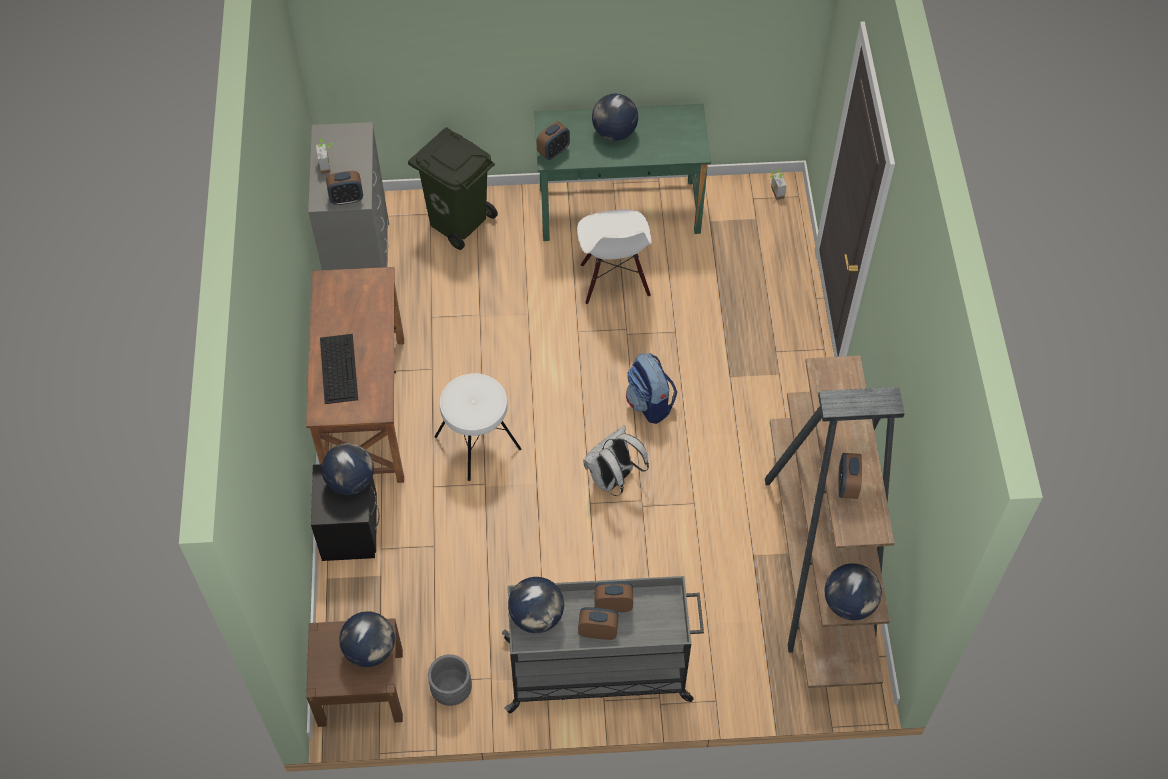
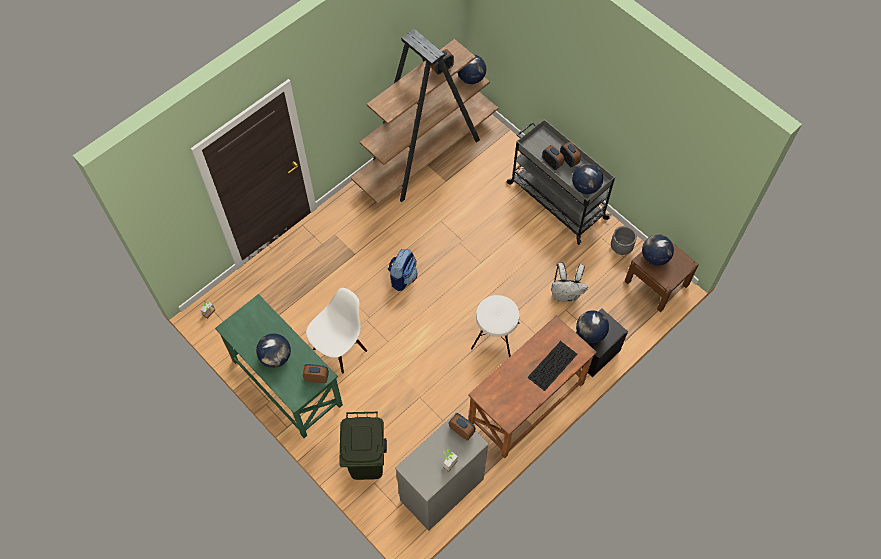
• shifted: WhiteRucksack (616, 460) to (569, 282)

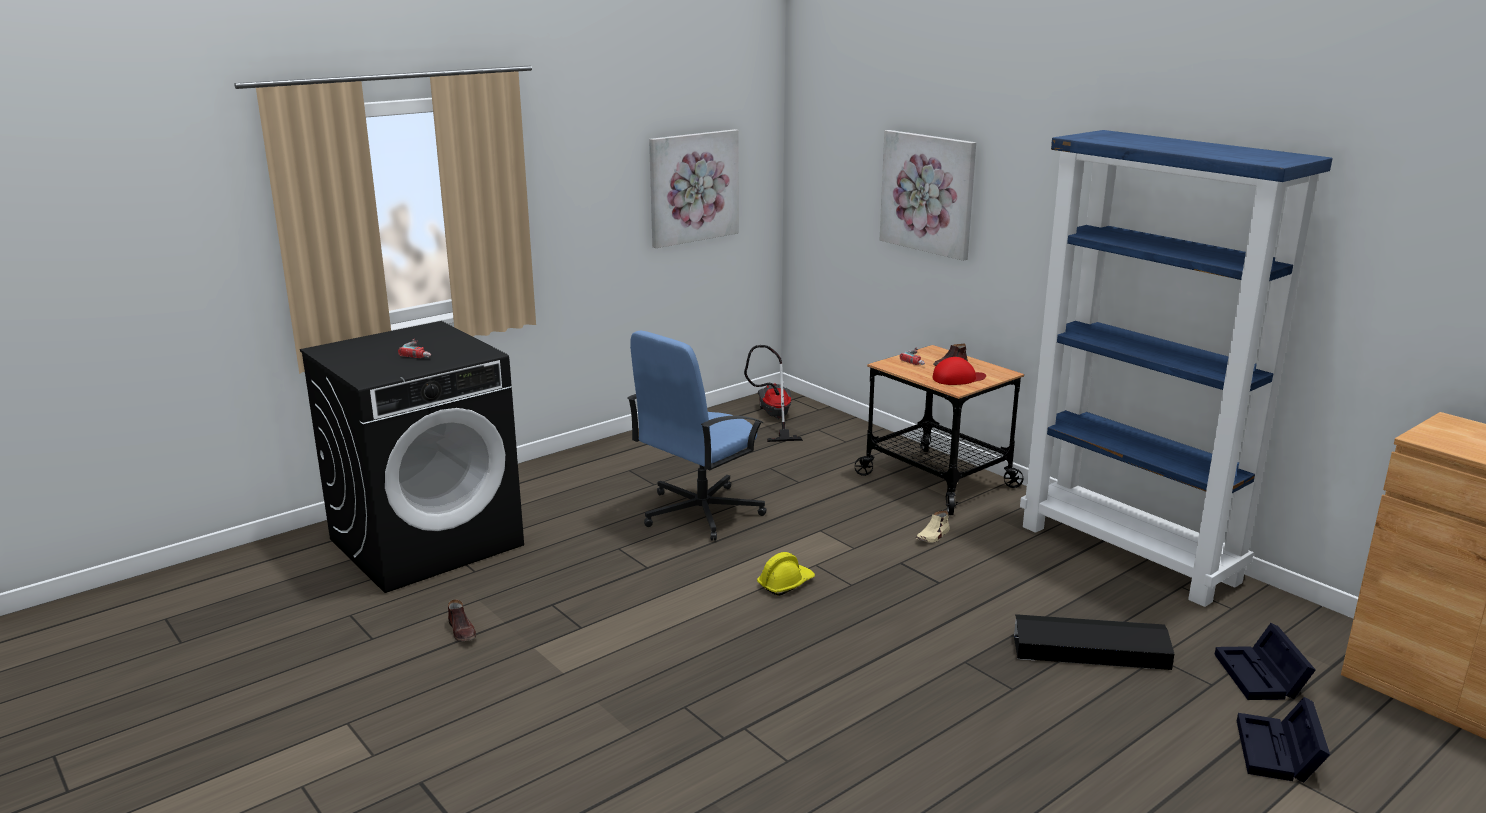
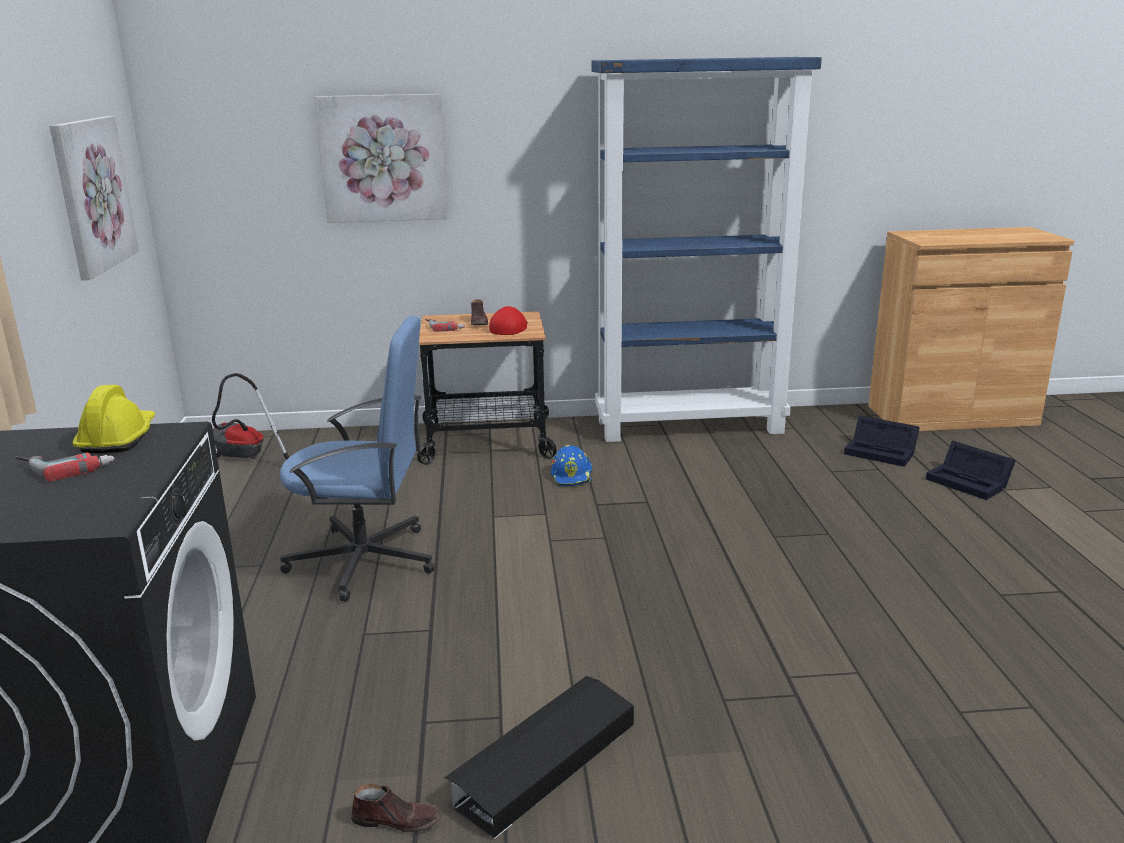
• shifted: YellowColouredHardHat (786, 574) to (114, 419)
• rotated: BluishComputerChair (697, 435) = (357, 459) 75 degrees counterclockwise
• shifted: BlackStorageBin (1094, 642) to (539, 757)
• swapped: BeigeColouredItemOfFootwear (933, 527) to BluishHardHat (572, 465)

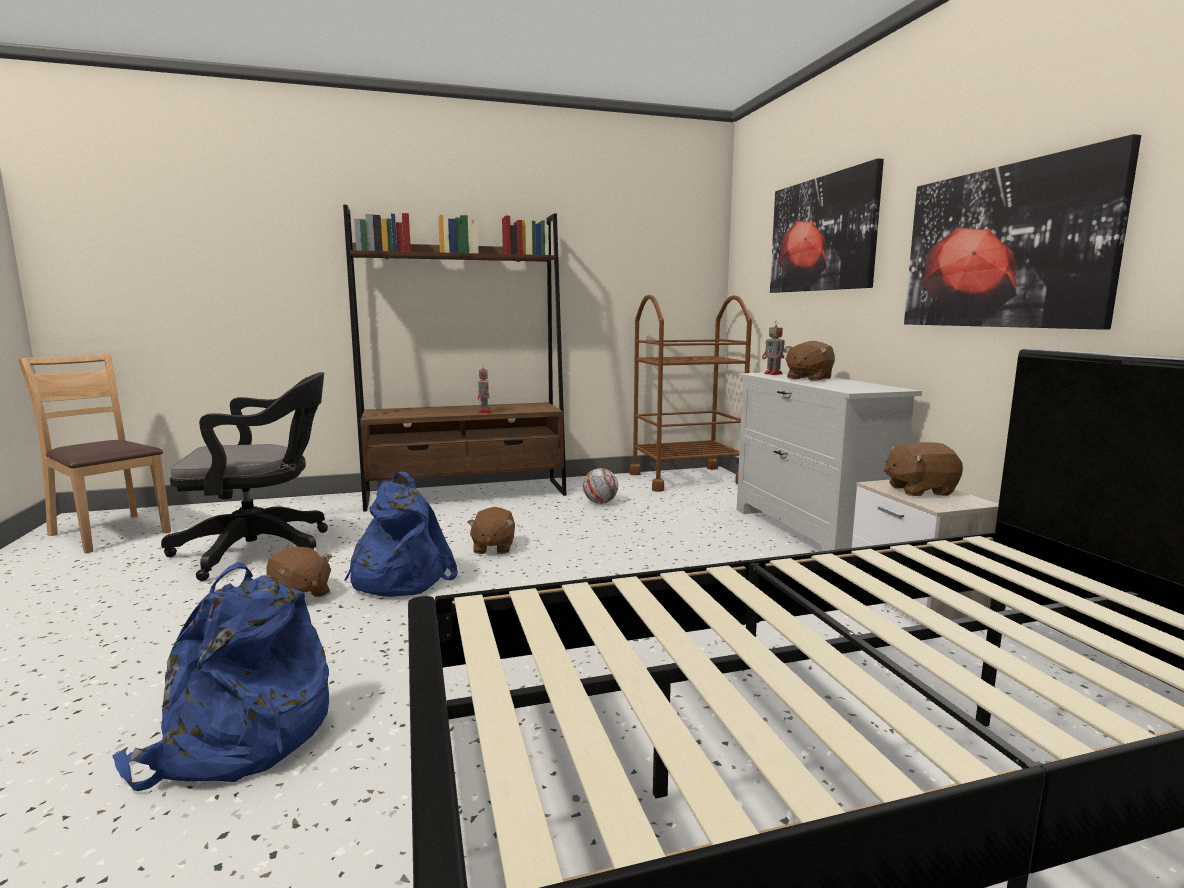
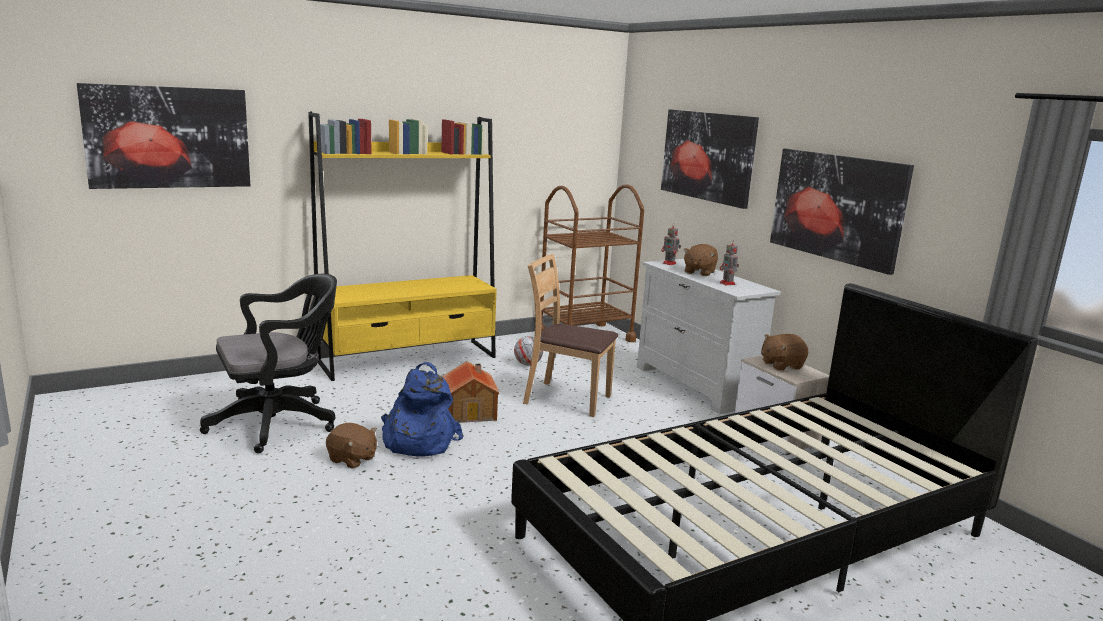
• new: WallArt (163, 136)
• repainted: BrownishBookshelf (455, 358) to YellowColouredBookshelf (402, 246)
• swapped: BrownishCuddlyToy (491, 530) to ToyHouse (470, 392)
• shifted: BrownishUprightChair (94, 453) to (570, 335)
• shifted: ModelRobot (484, 390) to (729, 262)
• gone: BluishRucksack (221, 676)

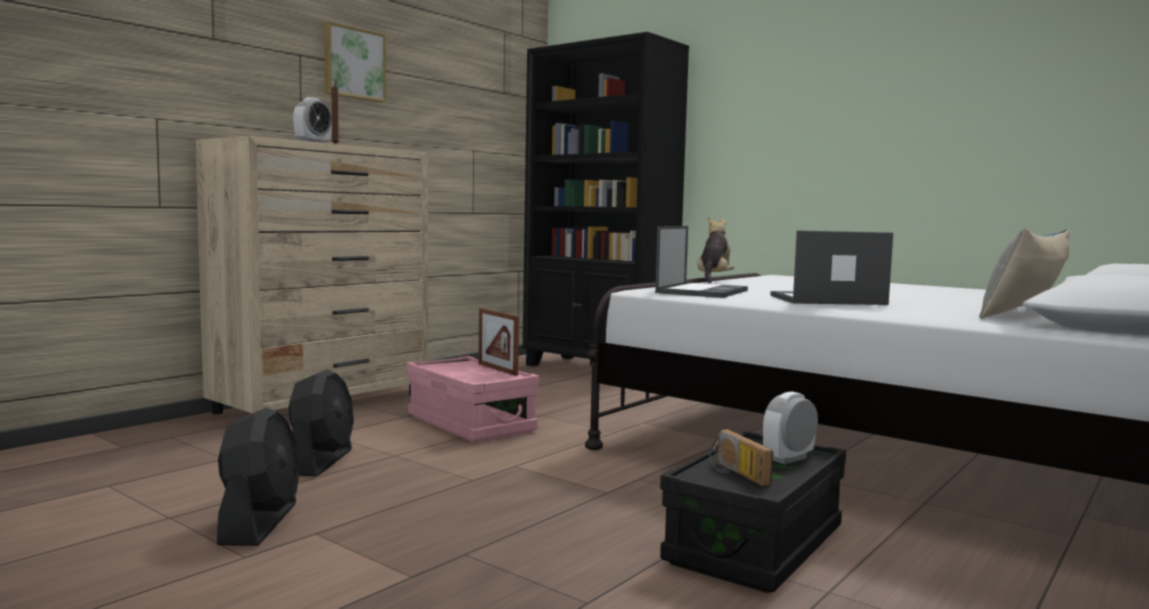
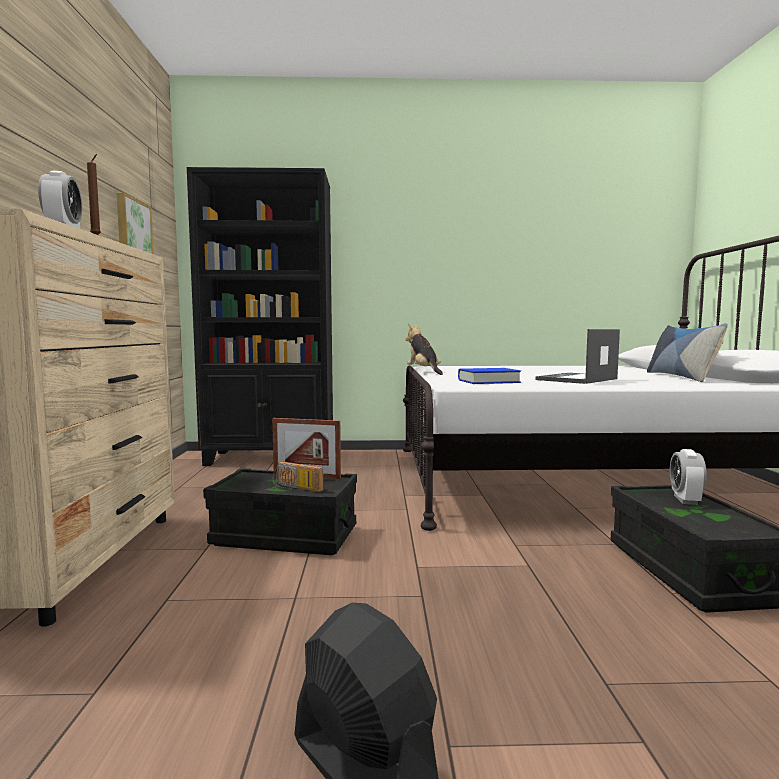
• shifted: WallArt (355, 62) to (135, 223)
• repainted: PinkishStorageBin (473, 399) to BlackStorageBin (280, 511)
• shifted: RadioSet (741, 457) to (298, 477)
• swapped: NotebookComputer (701, 262) to BluishBook (489, 376)
• gone: BlackCoolingFan (321, 423)

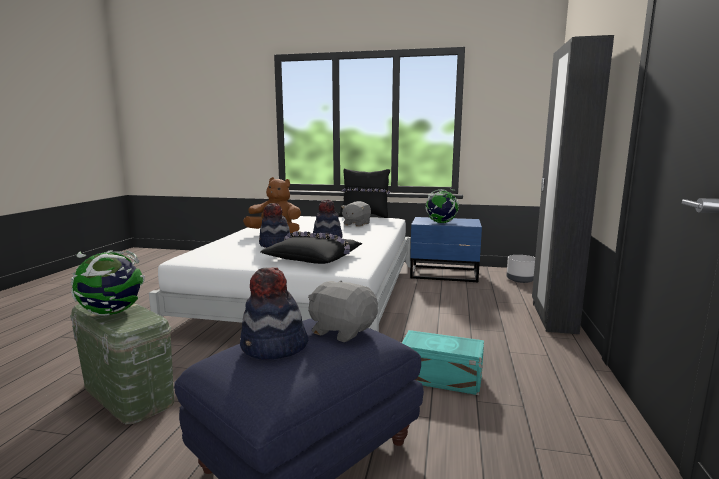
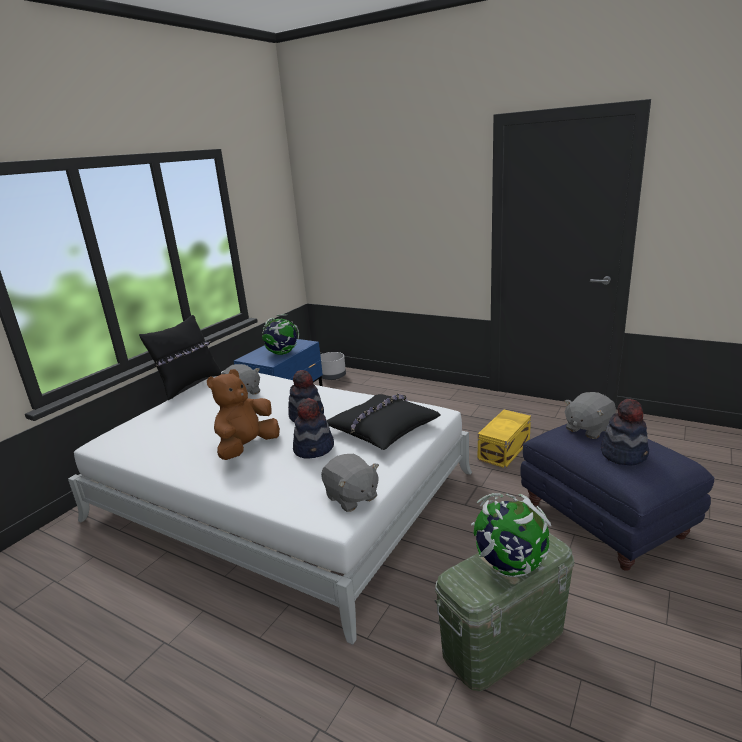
• new: GreyishCuddlyToy (350, 483)
• repainted: TurquoiseStorageBin (443, 362) to YellowColouredStorageBin (504, 439)
• gone: BlackWardrobe (573, 184)

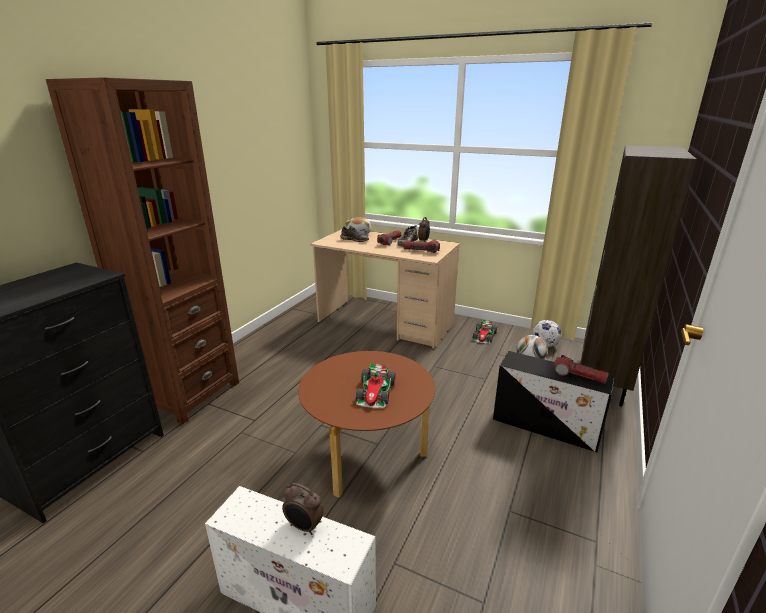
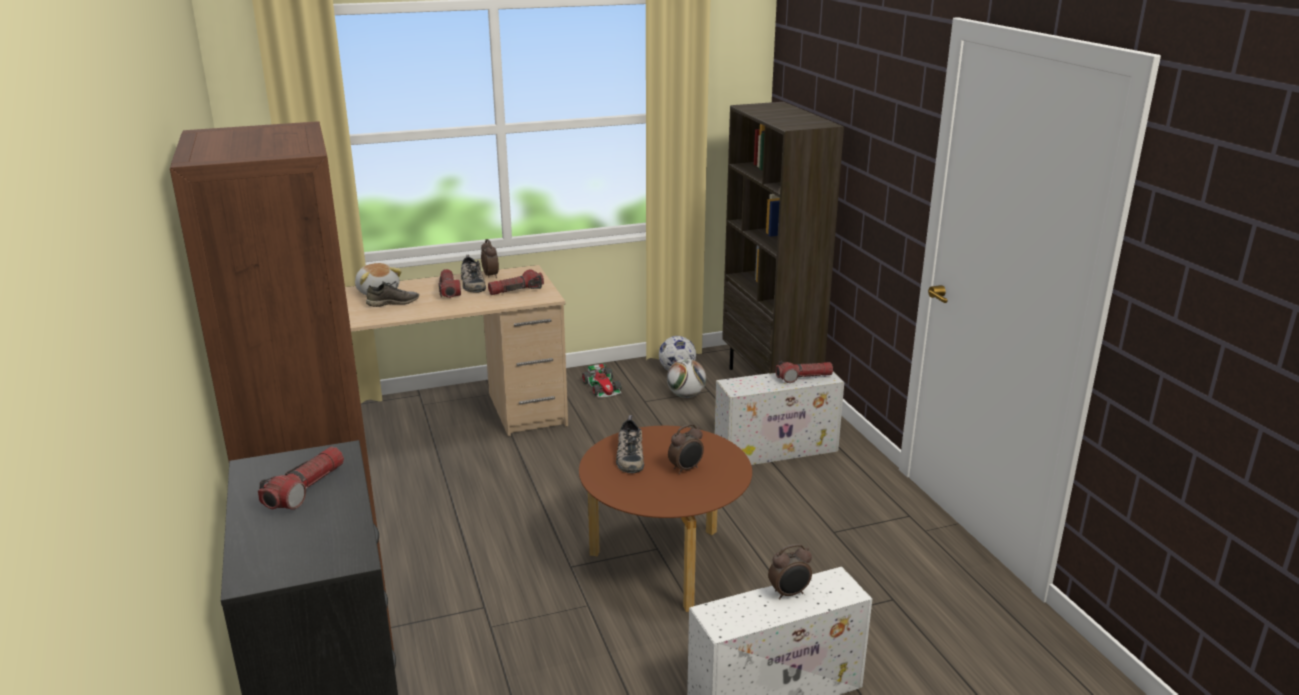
• new: Flashlight (301, 478)
• new: ItemOfFootwear (630, 444)
• swapped: ModelCar (375, 386) to TableClock (686, 449)
• repainted: BlackStorageBin (554, 401) to WhiteStorageBin (779, 418)

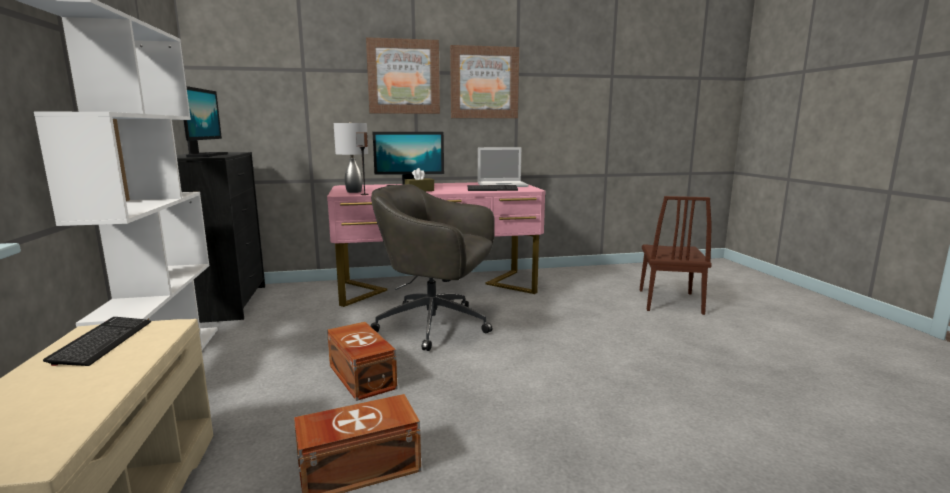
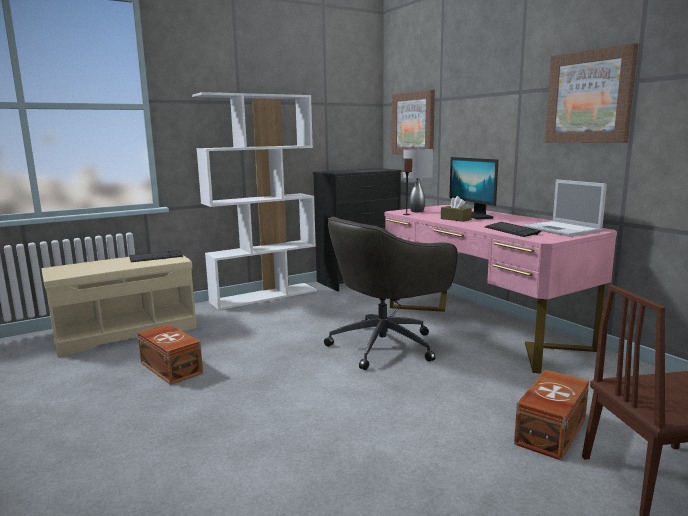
• rotated: GreyishComputerChair (432, 267) = (391, 293) 120 degrees counterclockwise
• shifted: WallArt (403, 75) to (413, 122)
• shifted: BrownishStorageBin (362, 361) to (551, 415)
• gone: ComputerScreen (206, 122)

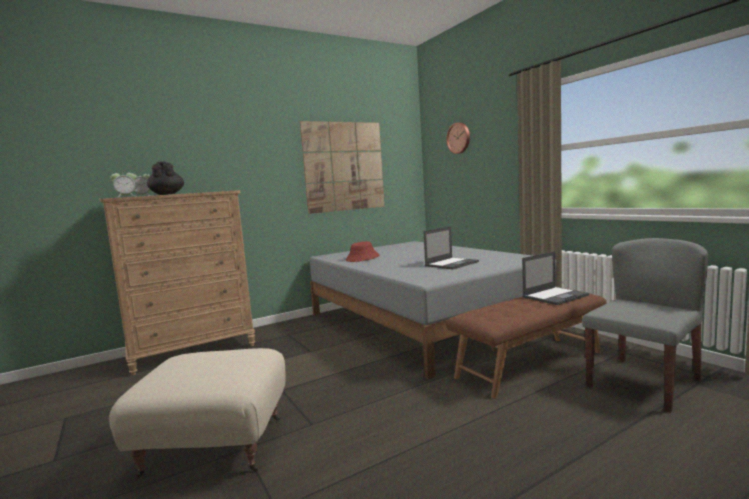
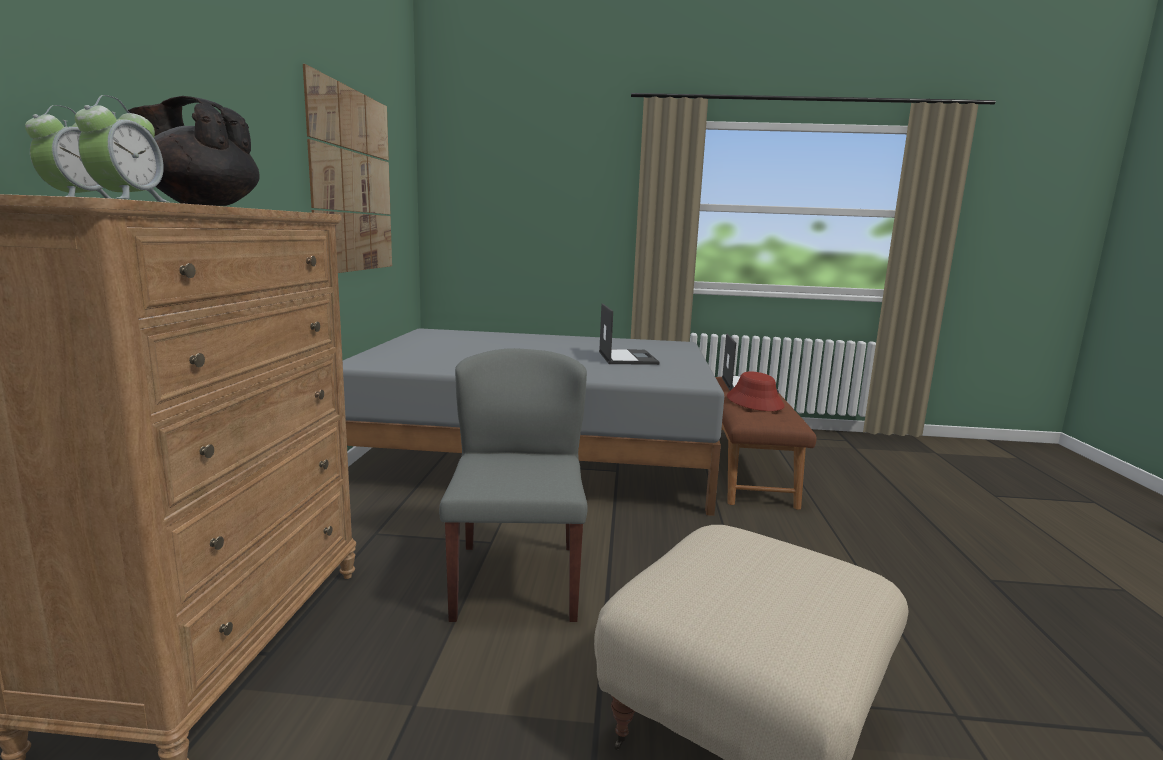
• shifted: GreyishUprightChair (645, 325) to (513, 485)
• shifted: RedHat (362, 251) to (756, 391)
• gone: HangingClock (458, 138)

